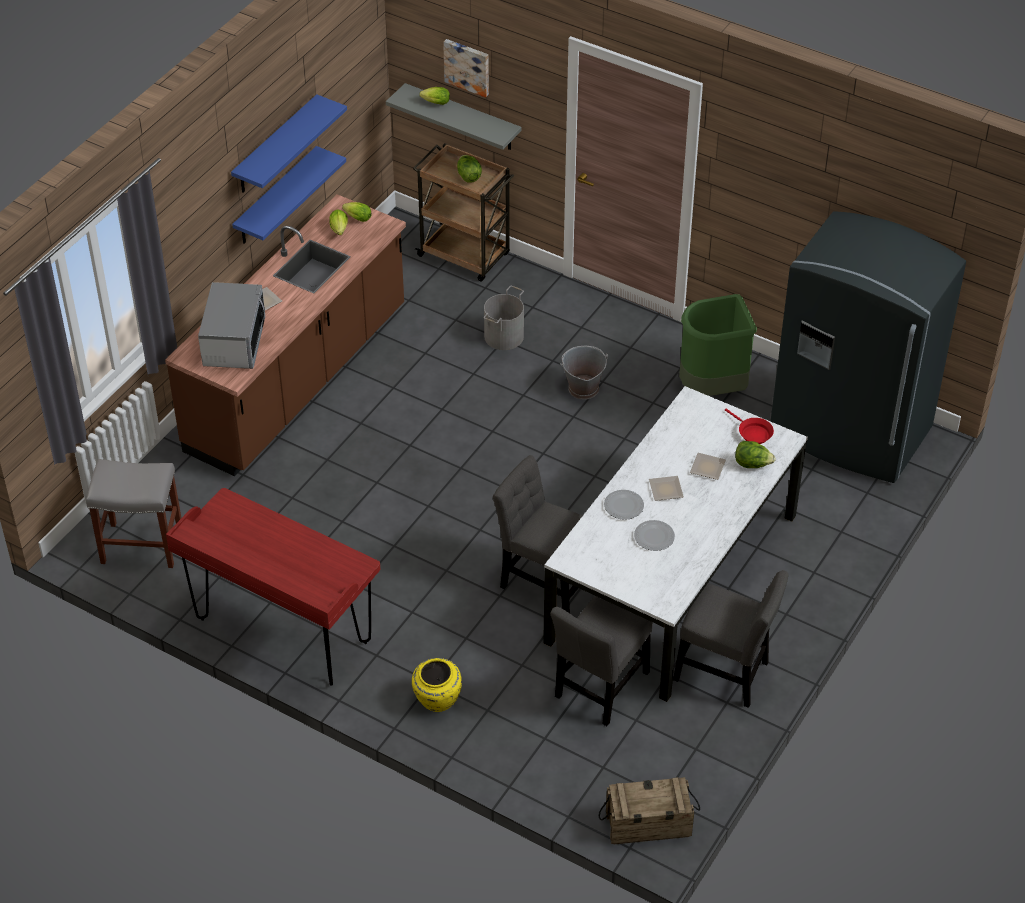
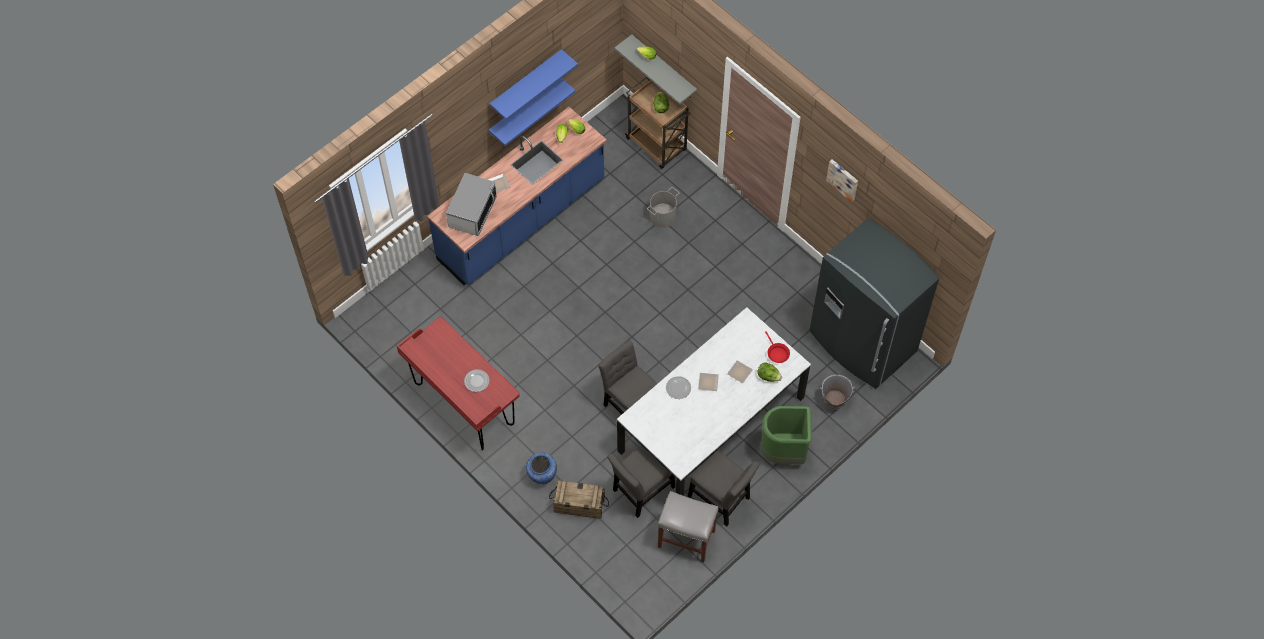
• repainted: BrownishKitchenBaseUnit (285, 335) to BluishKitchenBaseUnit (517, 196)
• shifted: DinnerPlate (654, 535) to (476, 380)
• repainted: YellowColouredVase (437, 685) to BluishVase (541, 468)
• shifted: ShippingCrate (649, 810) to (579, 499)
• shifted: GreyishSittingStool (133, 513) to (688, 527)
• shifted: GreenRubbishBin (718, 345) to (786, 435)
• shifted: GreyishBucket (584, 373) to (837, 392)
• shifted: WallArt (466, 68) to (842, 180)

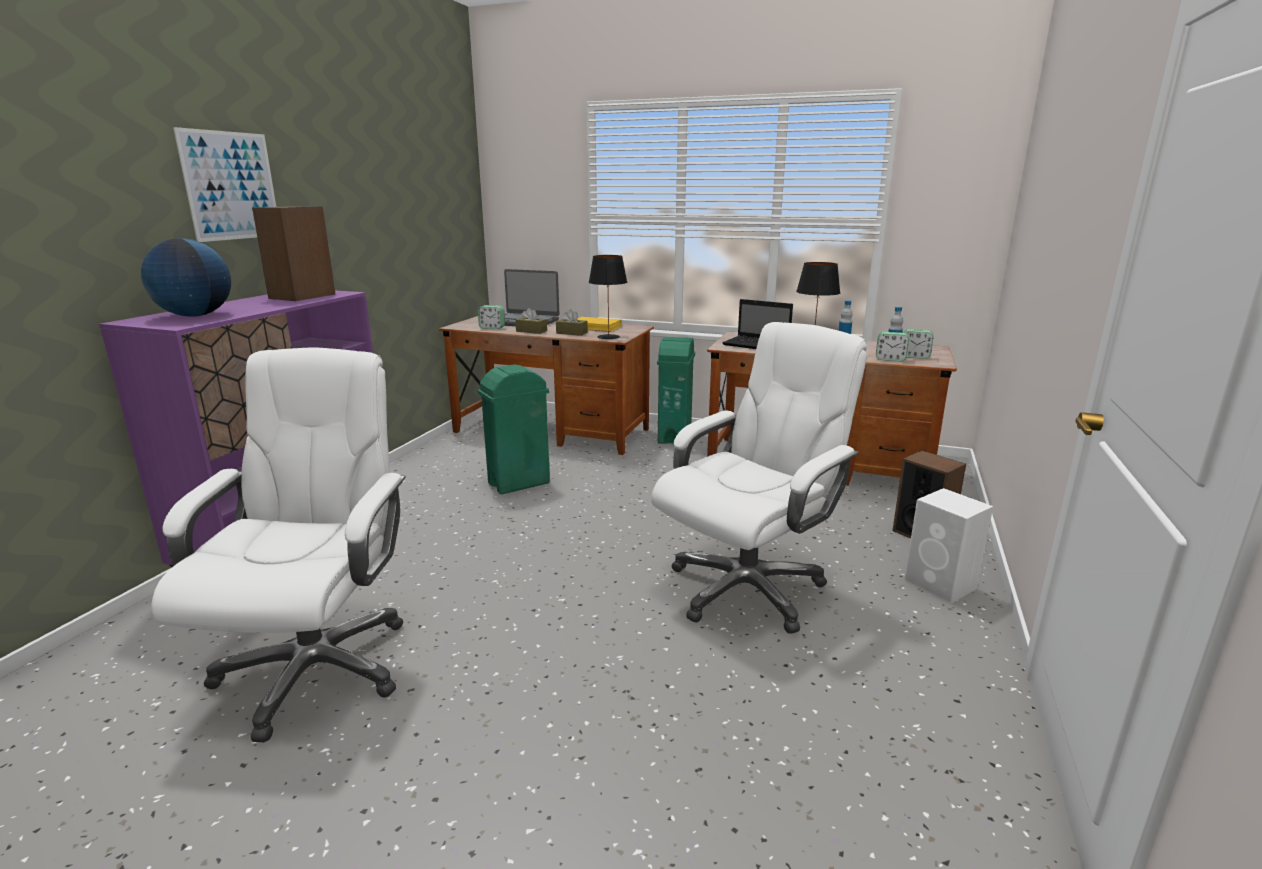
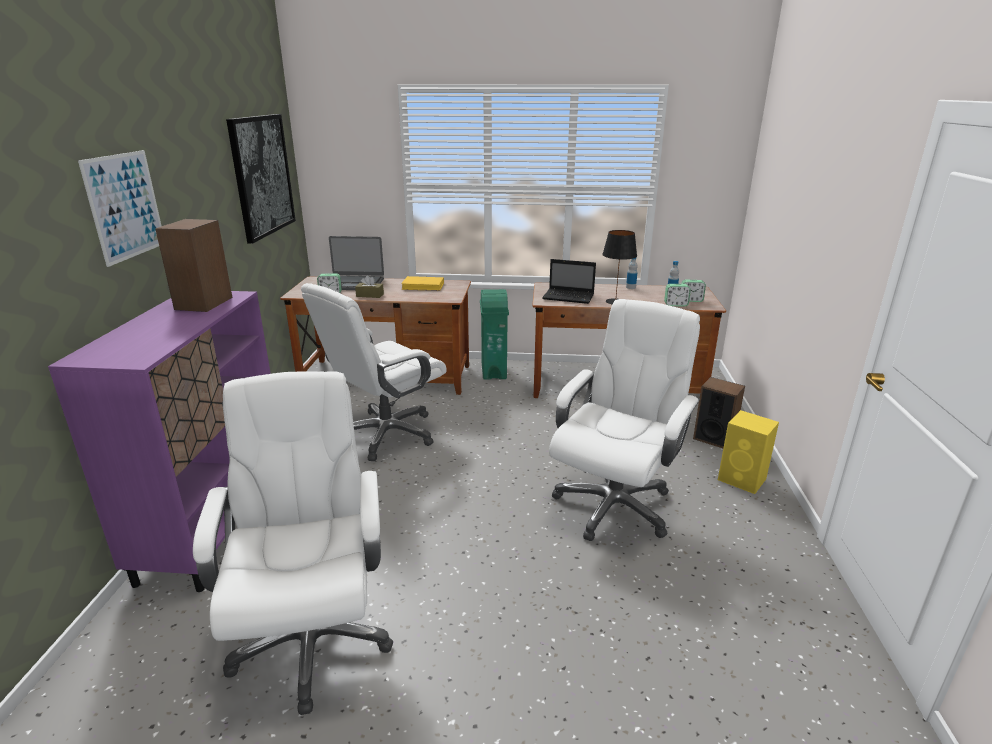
• new: WallArt (261, 179)
• swapped: GreenRubbishBin (514, 429) to WhiteComputerChair (374, 372)
• repainted: WhiteAudioSpeaker (948, 546) to YellowColouredAudioSpeaker (748, 452)
• gone: DeskGlobe (186, 277)
• gone: BrownishBoxOfTissues (572, 322)
• gone: BlackLampForATable (608, 297)

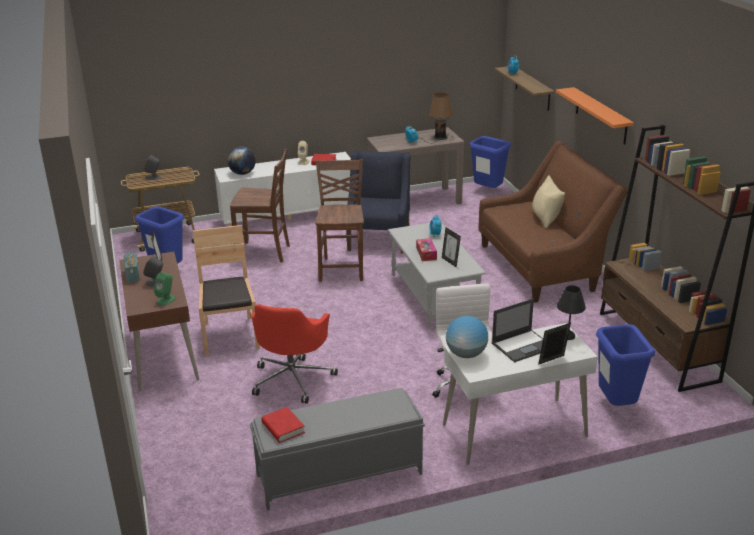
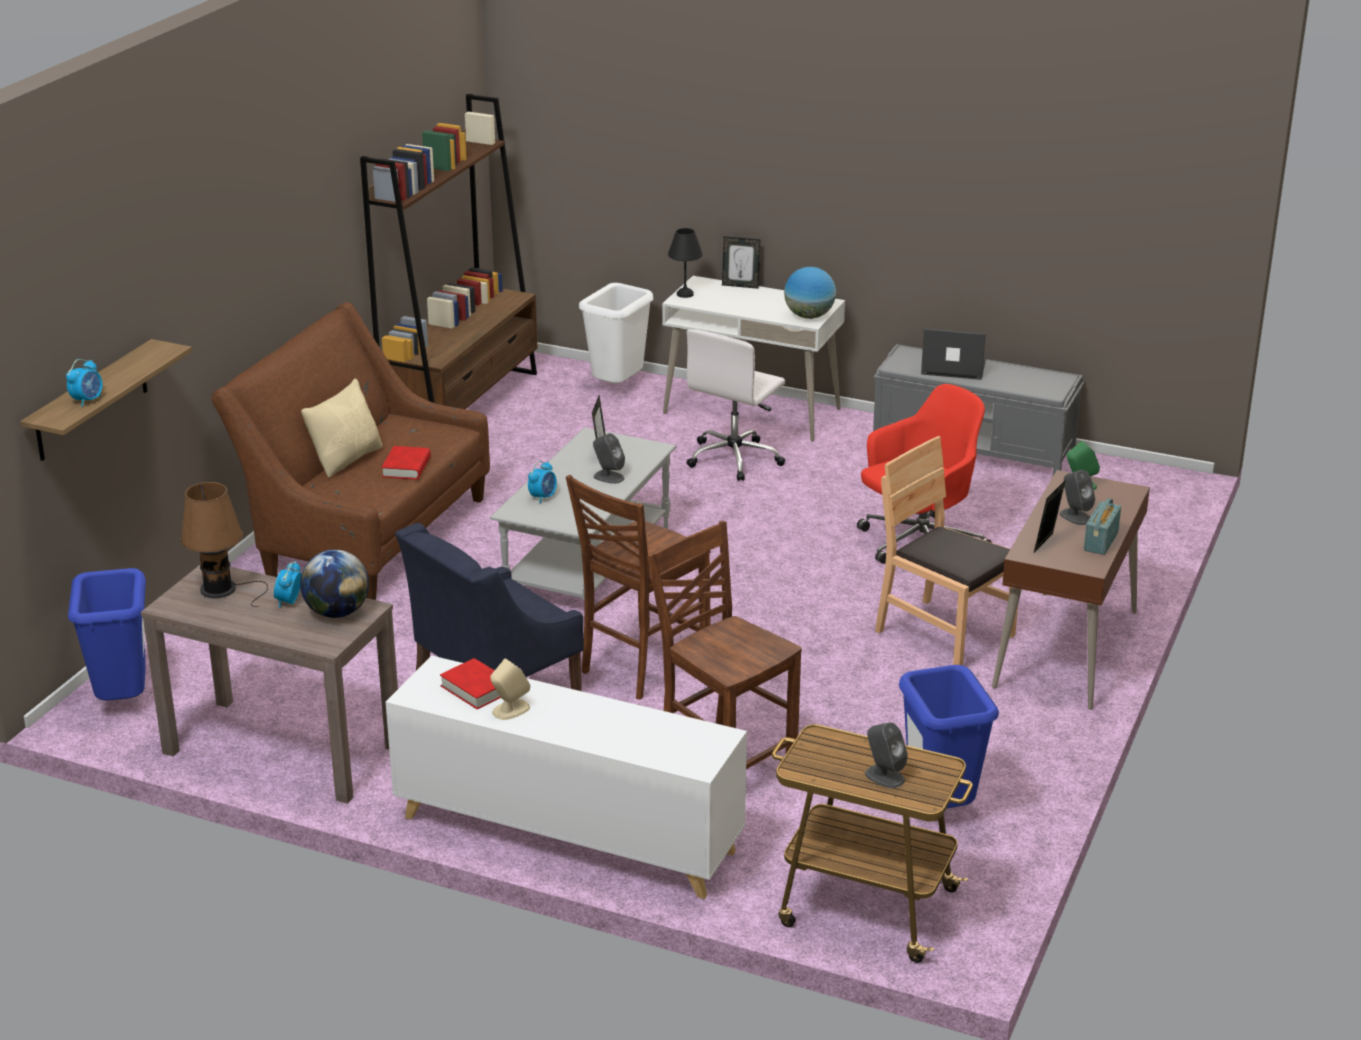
• shifted: DeskGlobe (241, 161) to (334, 584)
• shifted: RedBook (283, 425) to (406, 463)
• repainted: BluishRubbishBin (625, 365) to WhiteRubbishBin (616, 333)
• swapped: BoxOfTissues (426, 249) to GreyishAudioSpeaker (609, 458)
• rotated: BrownishUprightChair (226, 290) = (946, 550) 105 degrees clockwise
• shifted: NotebookComputer (517, 330) to (953, 354)
• gone: OrangeBracketShelf (595, 115)

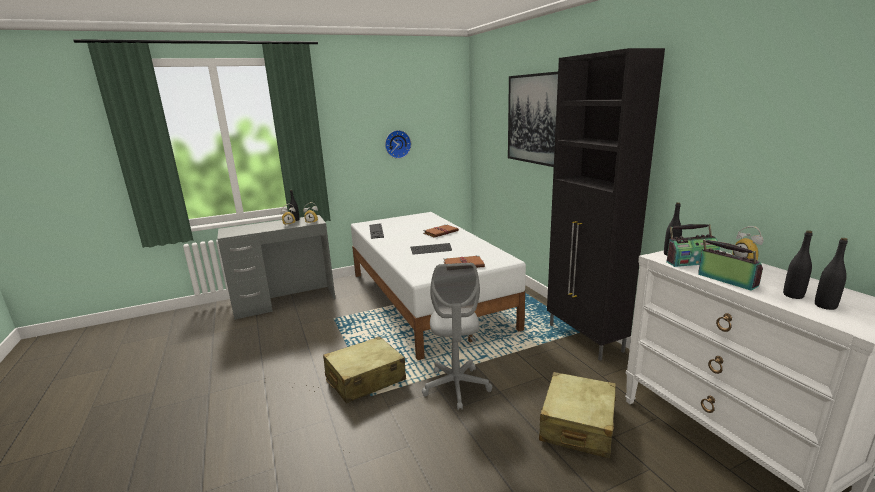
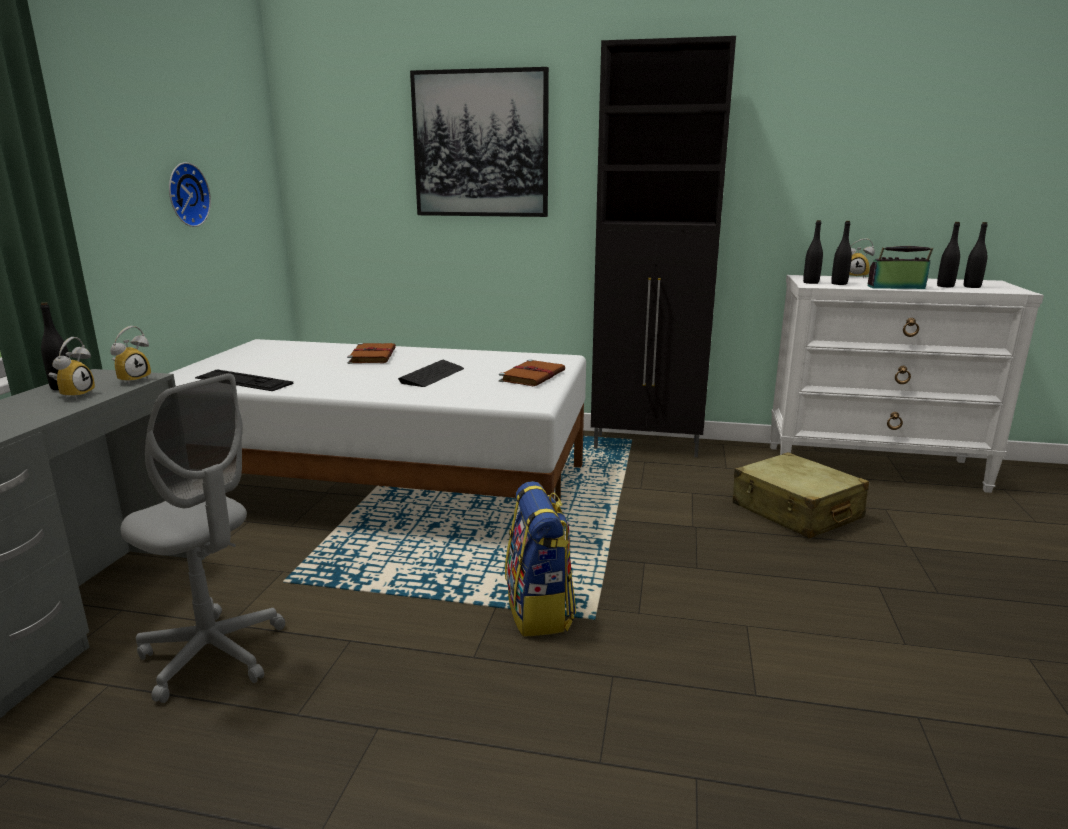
• shifted: GreyishComputerChair (457, 336) to (203, 538)
• swapped: BeigeColouredTravelCase (364, 369) to Rucksack (540, 559)
• swapped: RadioSet (693, 245) to BlackBeverageBottle (841, 253)

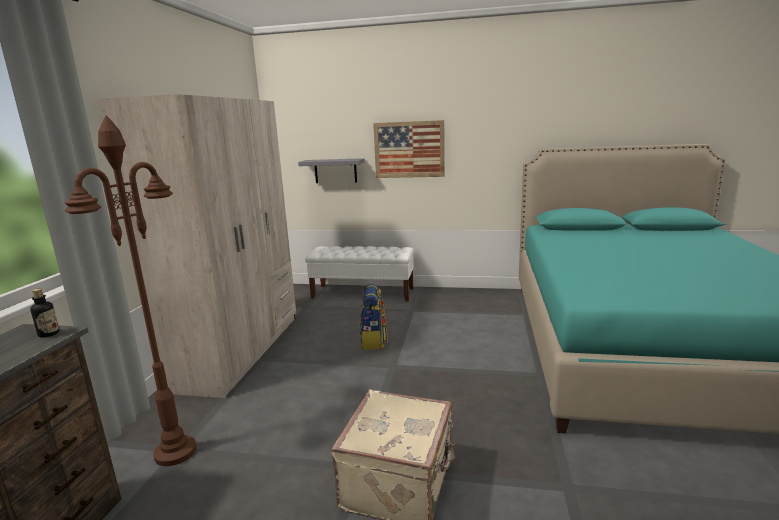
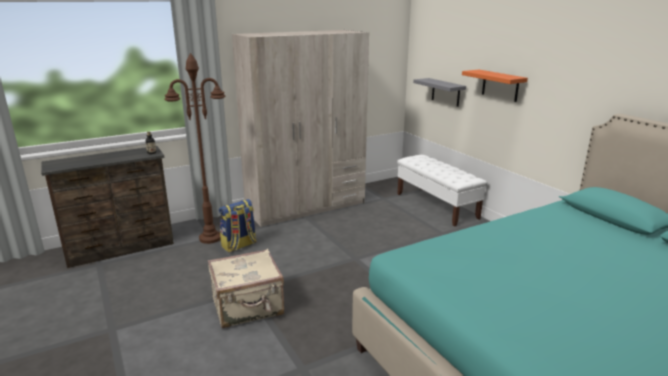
• shifted: Rucksack (373, 317) to (238, 225)
• swapped: WallArt (409, 149) to OrangeBracketShelf (495, 86)

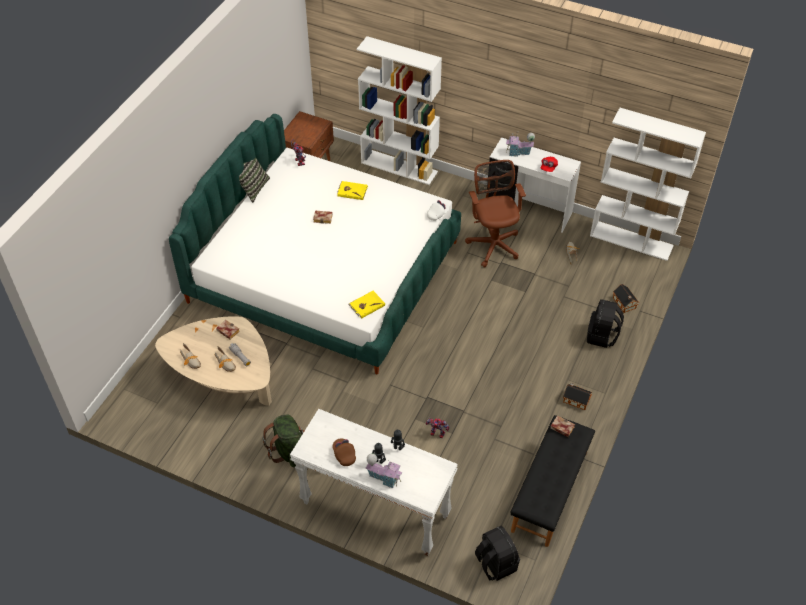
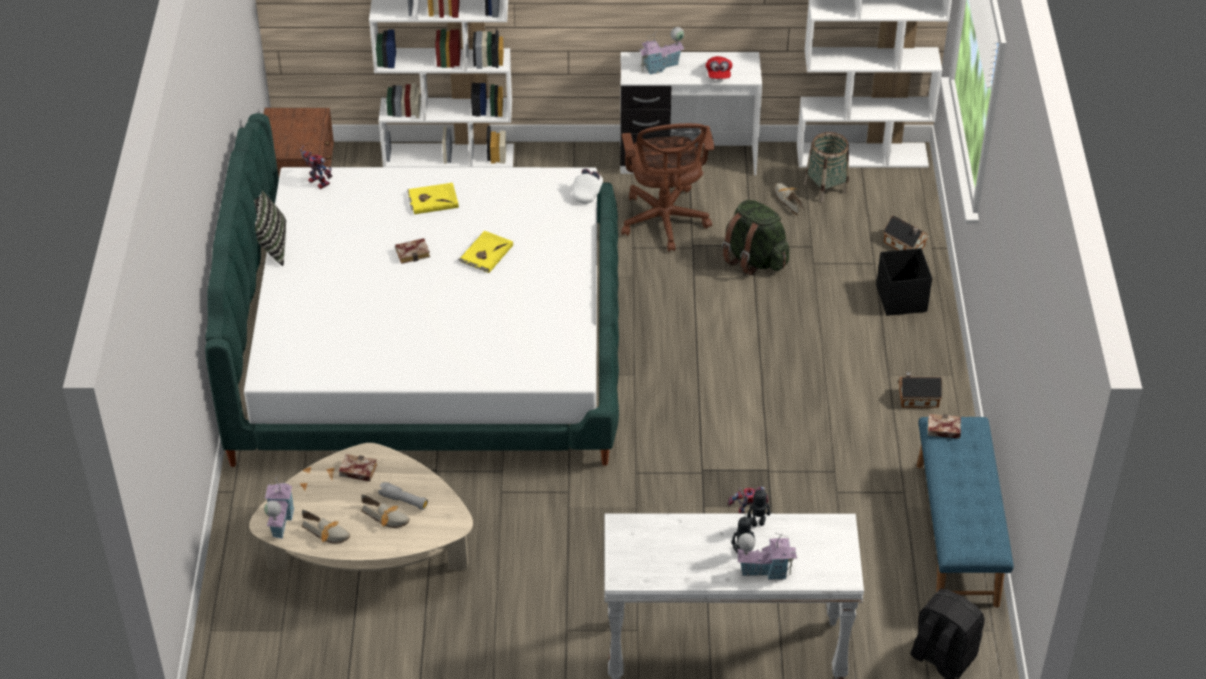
• new: ToyHouse (279, 508)
• shifted: YellowColouredBook (367, 305) to (485, 252)
• rotated: BrownishComputerChair (495, 214) = (668, 187) 150 degrees counterclockwise
• shifted: GreenRucksack (283, 440) to (755, 237)
• new: Basket (826, 167)
• swapped: BlackRucksack (605, 323) to BlackStorageBin (904, 282)
• repainted: BlackLongSeat (552, 481) to BluishLongSeat (965, 512)
• gone: BrownishCap (344, 452)

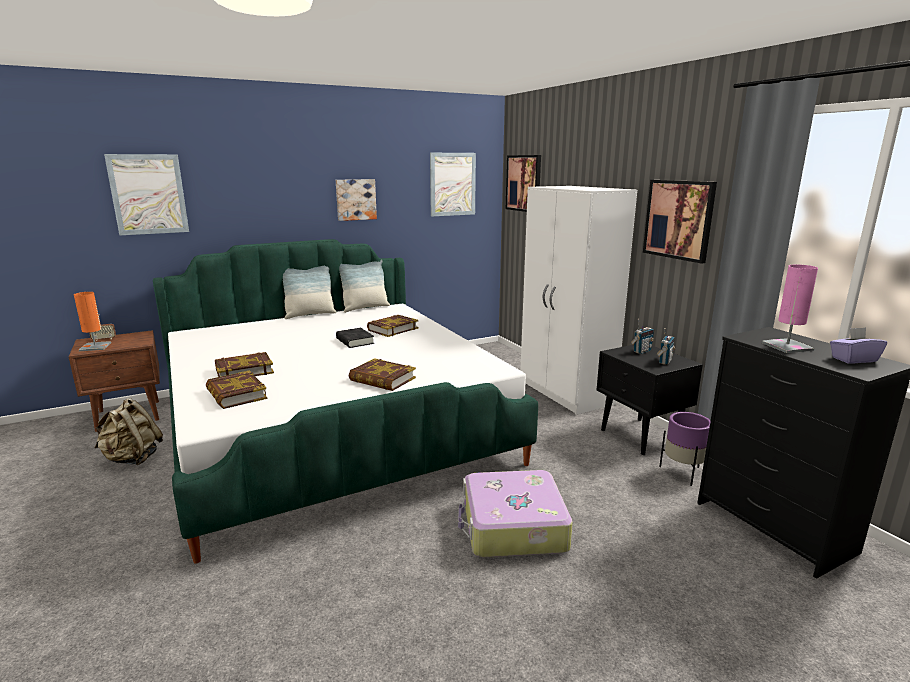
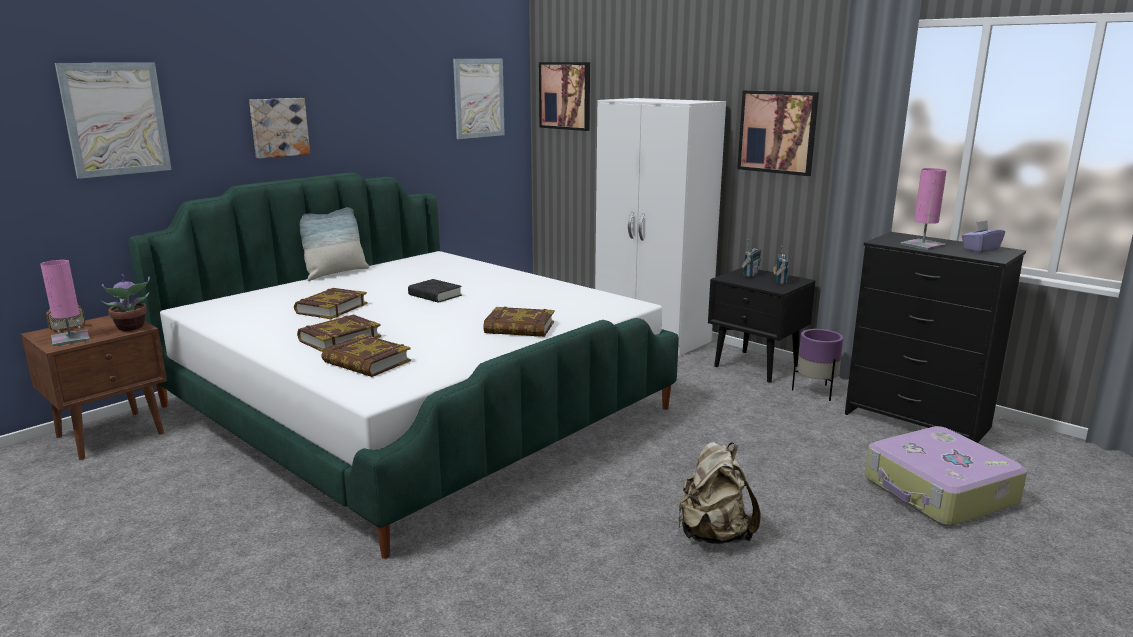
• repainted: OrangeLampForATable (92, 321) to PinkishLampForATable (65, 303)
• new: Houseplant (125, 302)
• shifted: WallArt (356, 200) to (279, 128)
• shifted: Book (393, 326) to (331, 303)
• shifted: BeigeColouredRucksack (128, 432) to (719, 493)
• shifted: TravelCase (515, 514) to (946, 476)
• gone: Pillow (364, 286)

